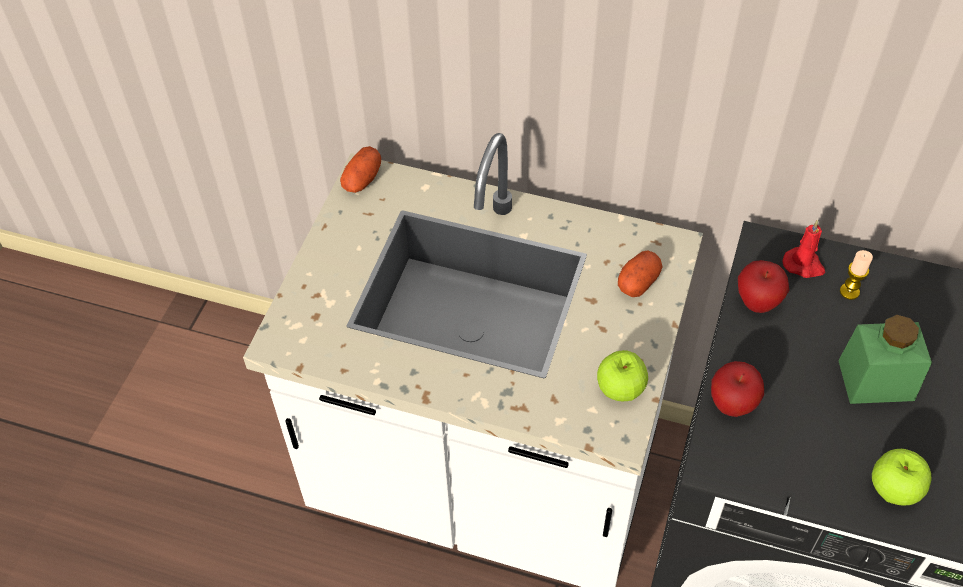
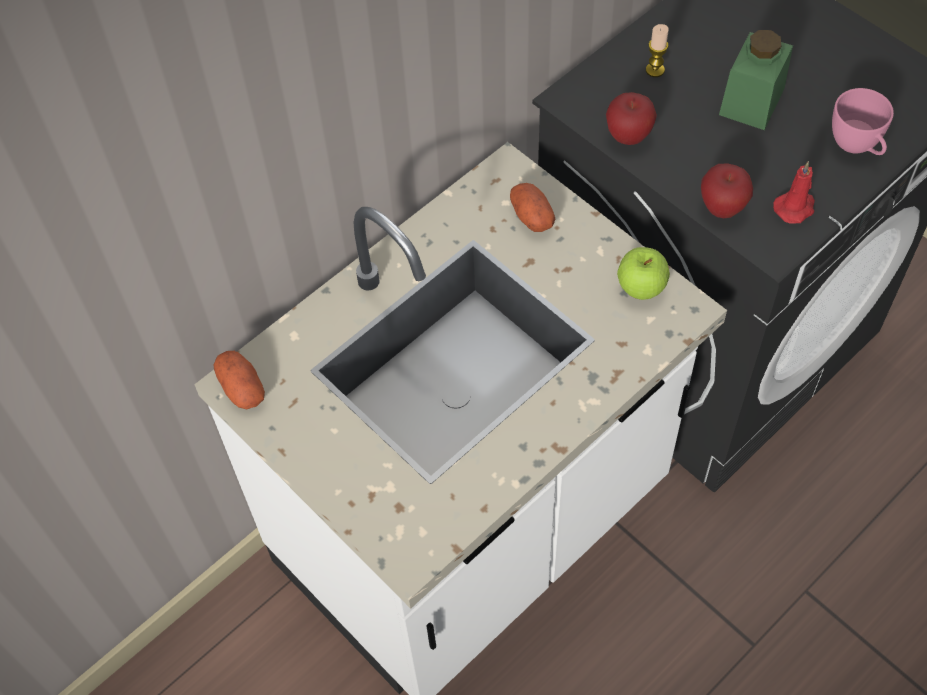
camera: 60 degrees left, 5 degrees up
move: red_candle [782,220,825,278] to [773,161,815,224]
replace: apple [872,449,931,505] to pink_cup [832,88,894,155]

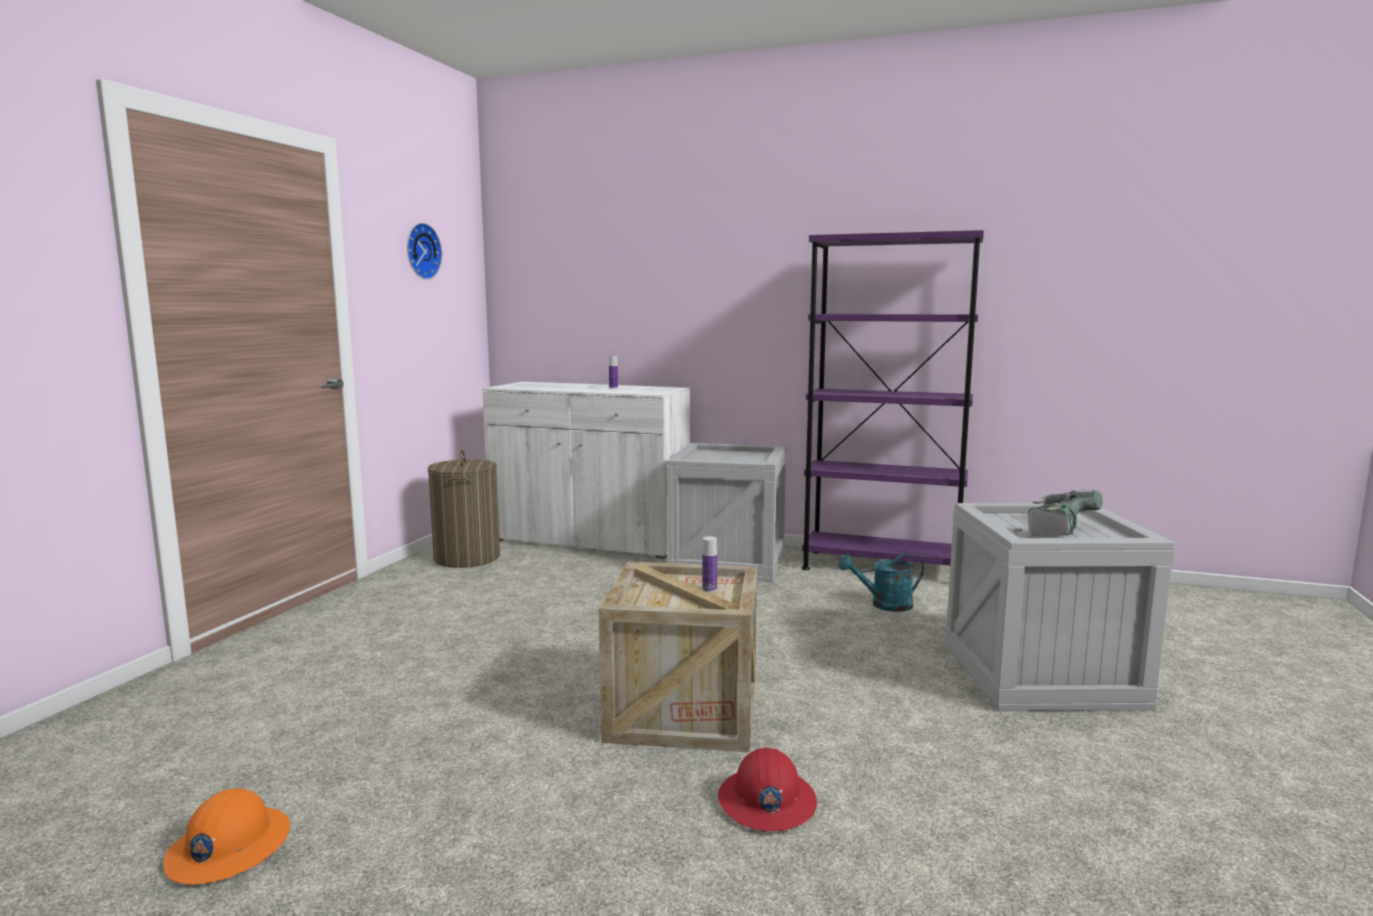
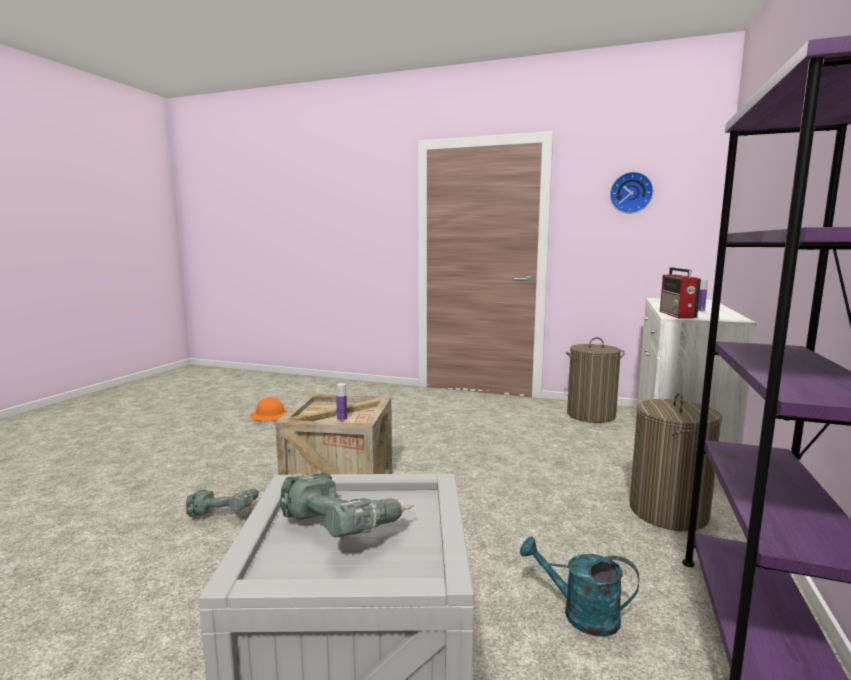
camera: 90 degrees right, 0 degrees up
insert: radio [660,267,701,319]
replace: crate [667,443,786,582] to laundry_basket [630,393,722,531]; red_hard_hat [718,747,817,831] to power_drill [186,488,260,517]
rotate: turquoise_watering_can [839,552,924,612] = [520,536,639,637] 60 degrees counterclockwise

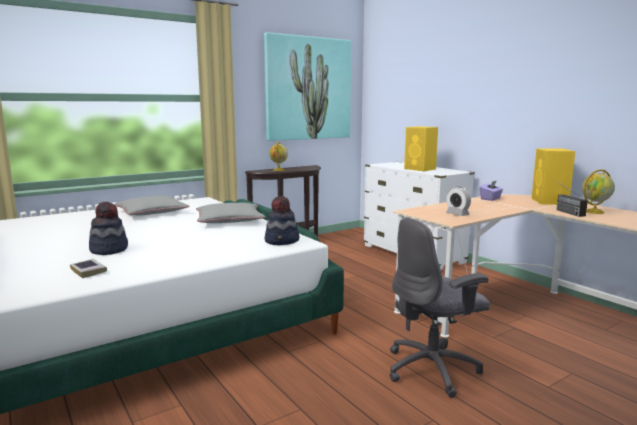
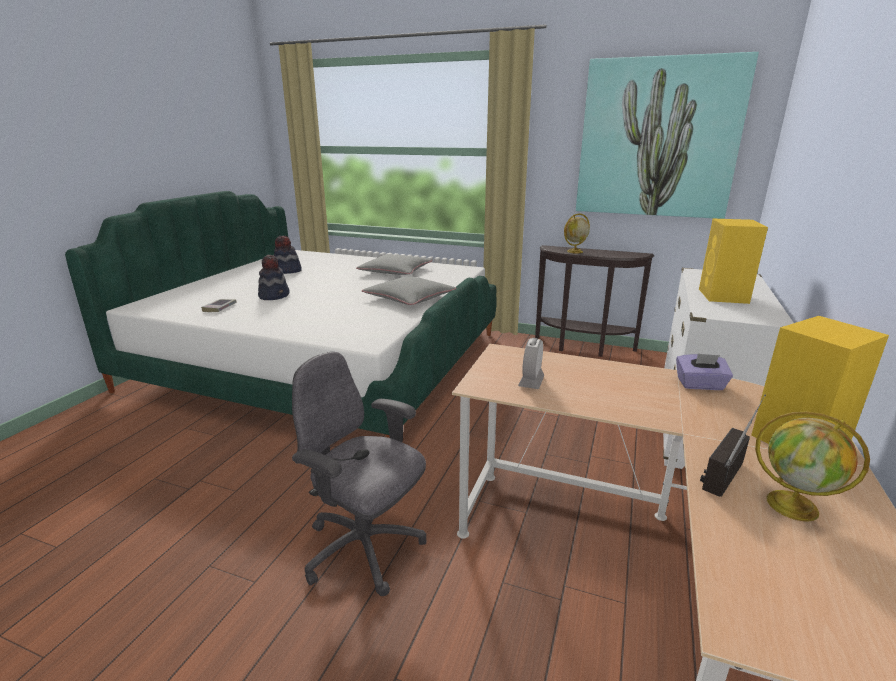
camera: 55 degrees right, 10 degrees up
move: hat [265,196,299,245] to [274,236,302,274]

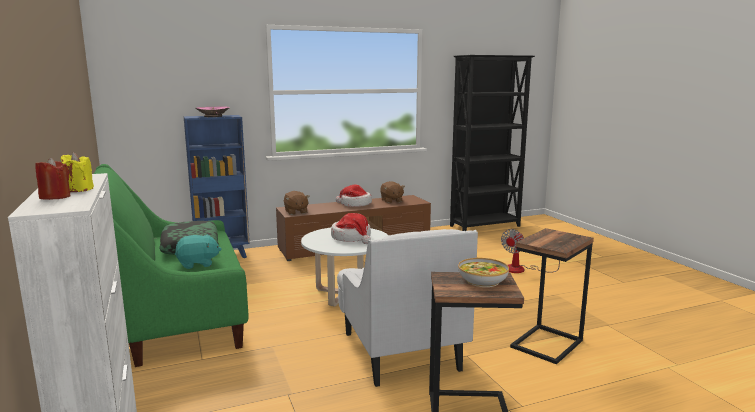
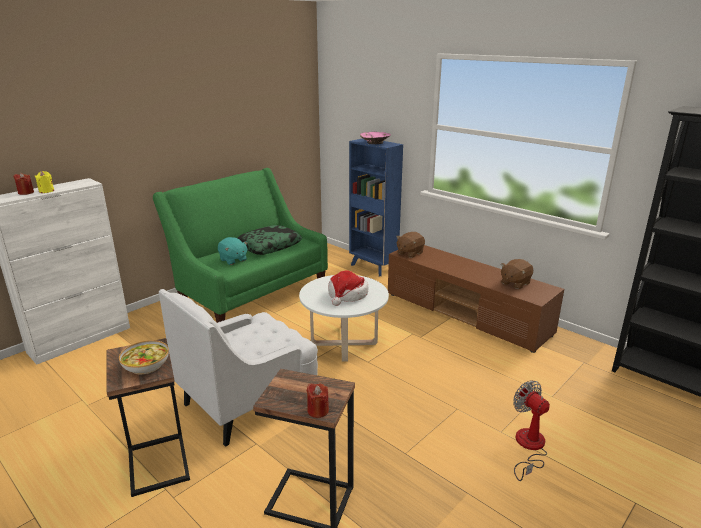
camera: 65 degrees right, 10 degrees up
delete: hat [336,185,372,207]
insert: red_candle [307,383,329,418]
rotate: fan [501,229,560,273] = [513,380,550,481] 45 degrees clockwise

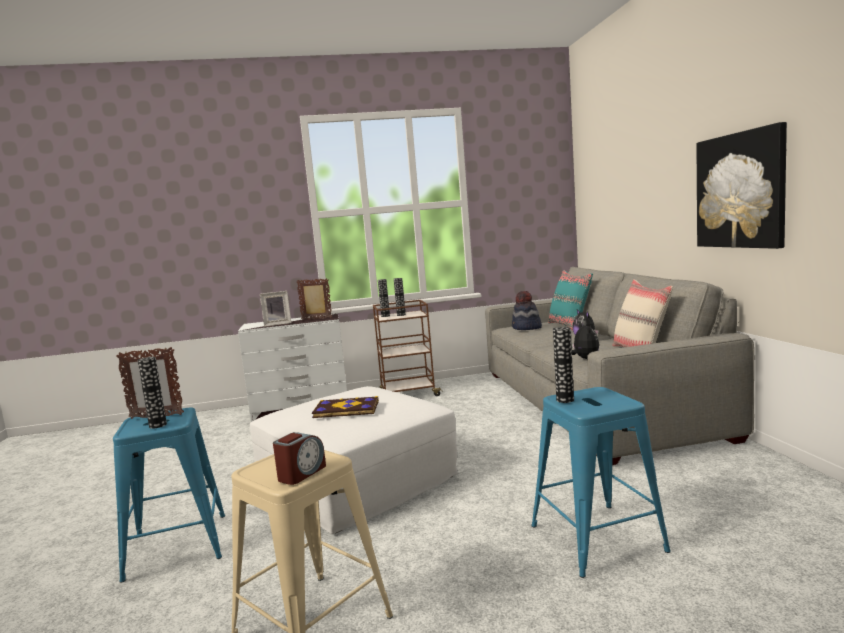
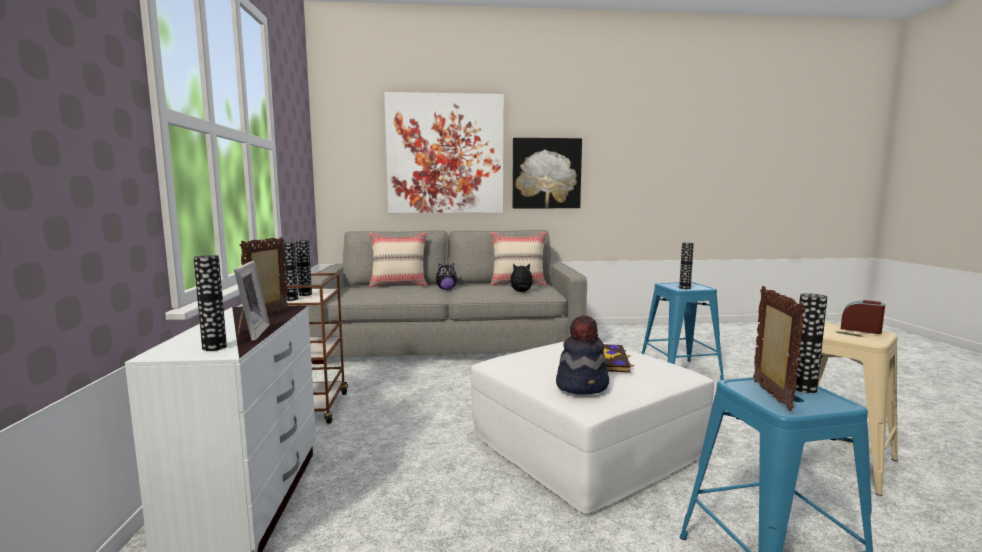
camera: 85 degrees left, 0 degrees up
insert: vase [193,255,227,351]; picture [384,92,504,213]
move: hat [512,291,542,330] to [556,315,609,395]
recolor: turquoise_pillow [548,270,593,331] to beige_pillow [369,232,427,288]

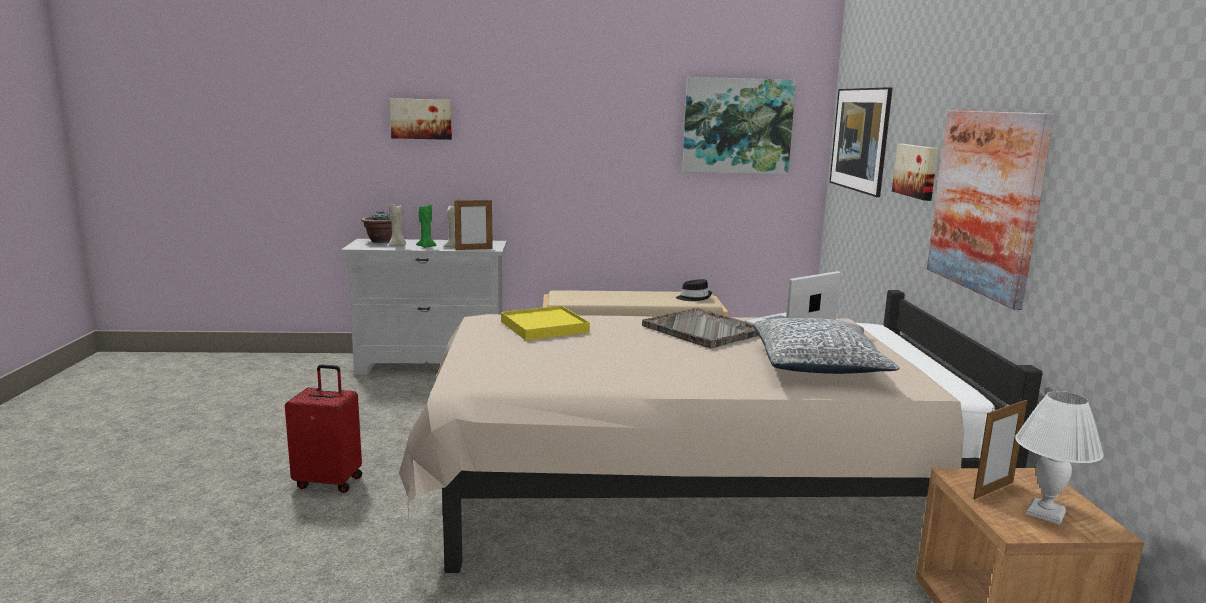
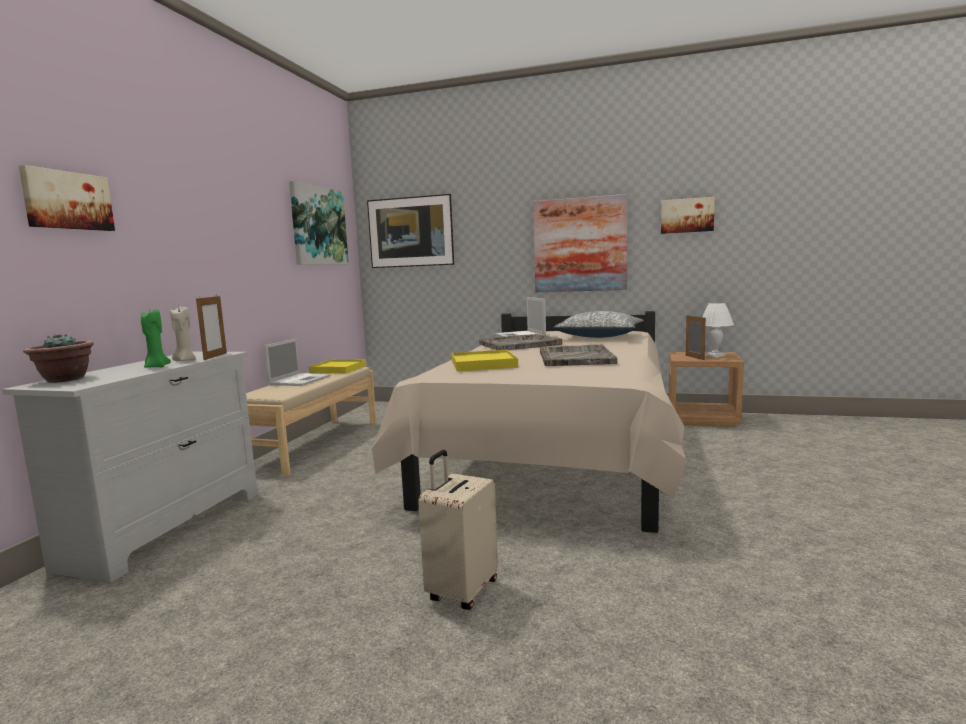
camera: 70 degrees left, 5 degrees down
delete: beige_candle [389,204,406,246]
insert: laptop [264,339,330,386]; grey_tray [540,344,617,366]
move: picture [892,144,938,201] to [661,197,715,234]
replace: black_hat [676,279,712,301] to yellow_tray [309,360,366,373]
recolor: red_suitcase [285,364,362,493] to beige_suitcase [418,450,498,610]

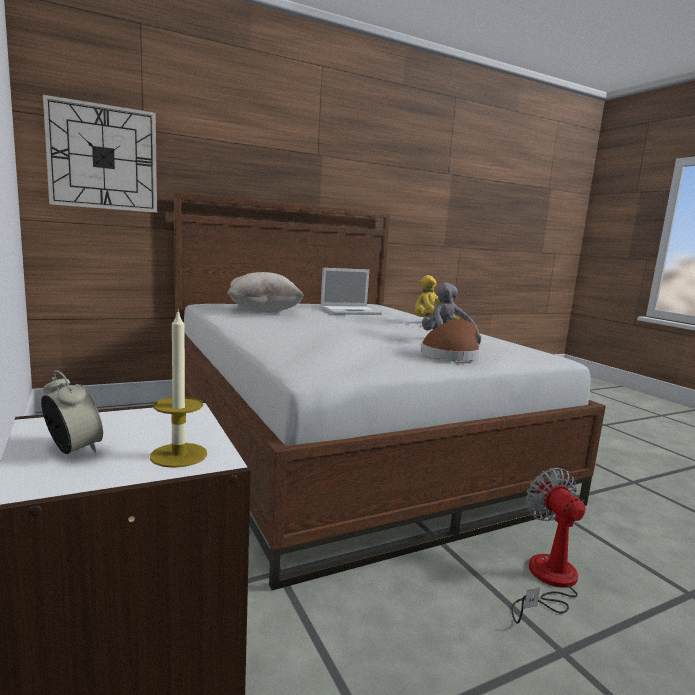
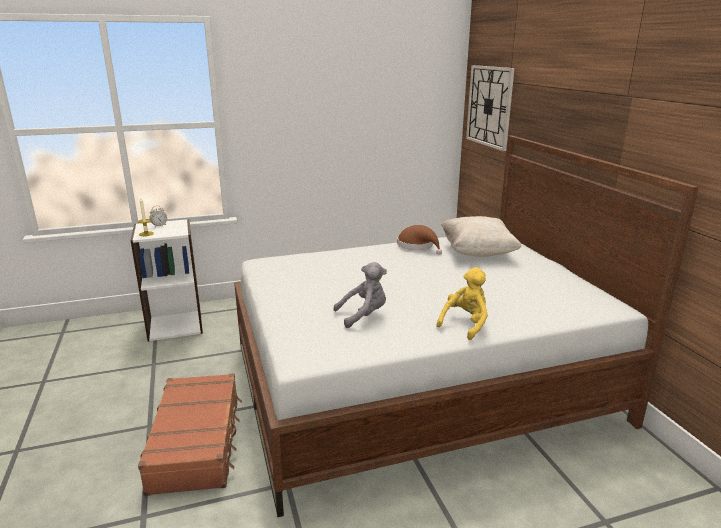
camera: 100 degrees right, 10 degrees up
delete: laptop [321,268,382,315]
move: brown_hat [421,320,480,361] to [397,225,442,255]
replace: fan [511,468,585,624] to brown_suitcase [138,373,242,496]

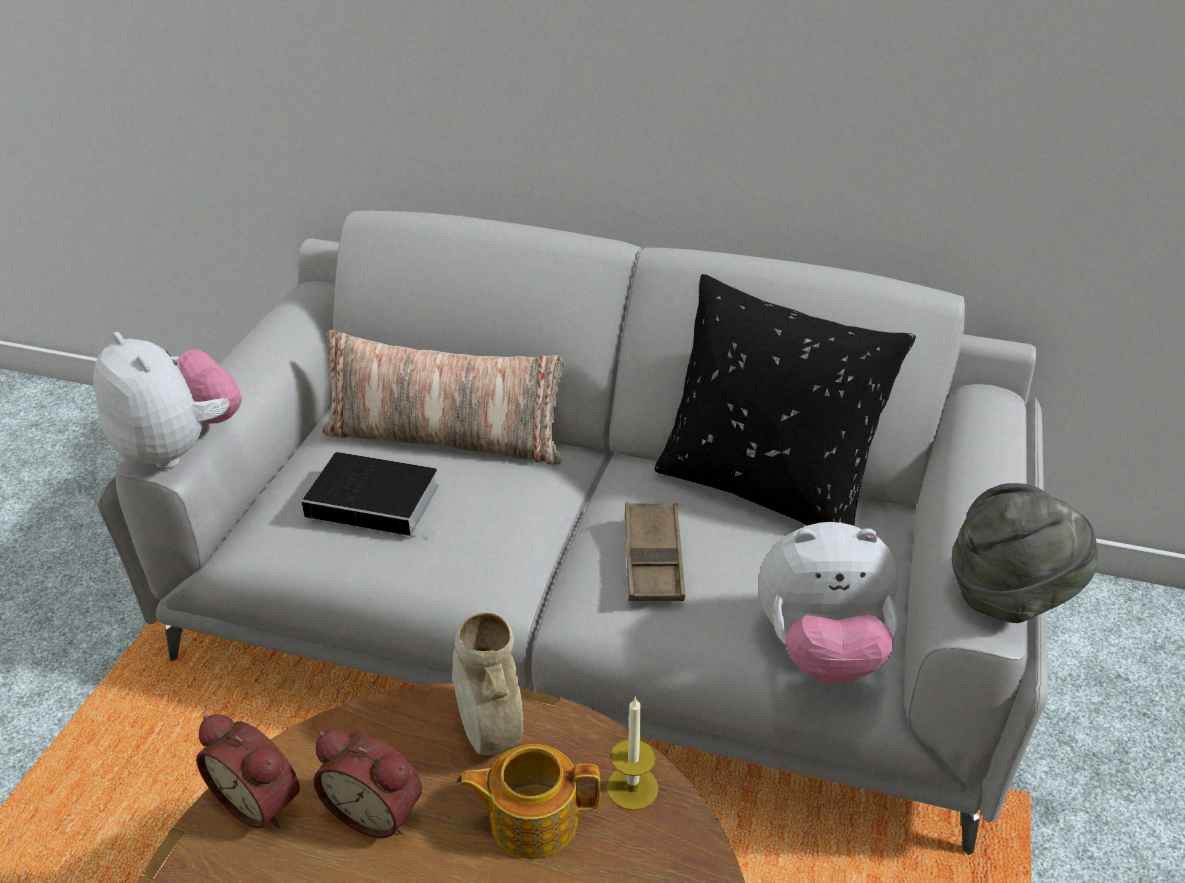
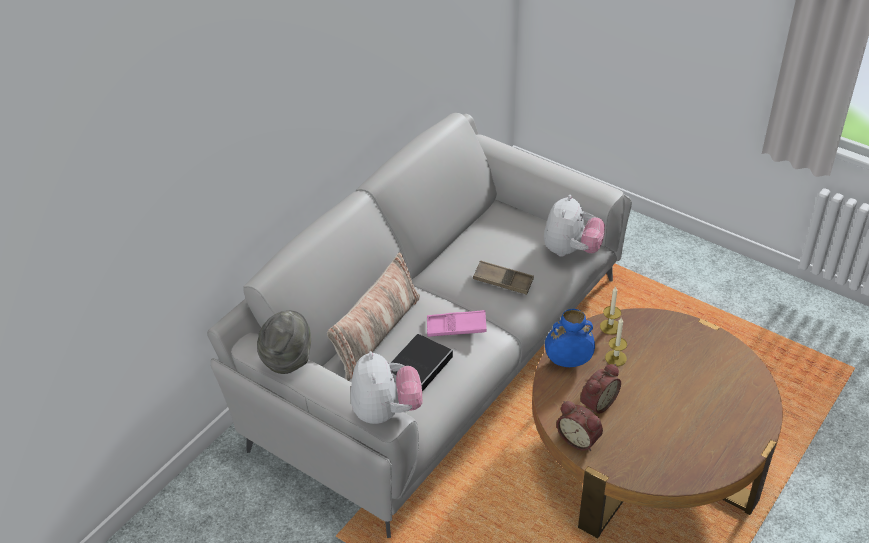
camera: 70 degrees left, 5 degrees up
delete: black_pillow [654,274,916,526]
insert: pink_tray [427,310,487,337]
move: grey_hat [952,483,1098,623] to [257,310,311,374]
replace: teapot [457,744,601,859] to candle [605,317,627,366]
recolor: beige_vase [453,613,523,755] to blue_vase [545,309,595,367]
rotate: plush_toy [93,332,242,469] = [350,351,422,424] 105 degrees clockwise; alarm_clock [196,714,300,829] = [557,401,603,451] 75 degrees clockwise

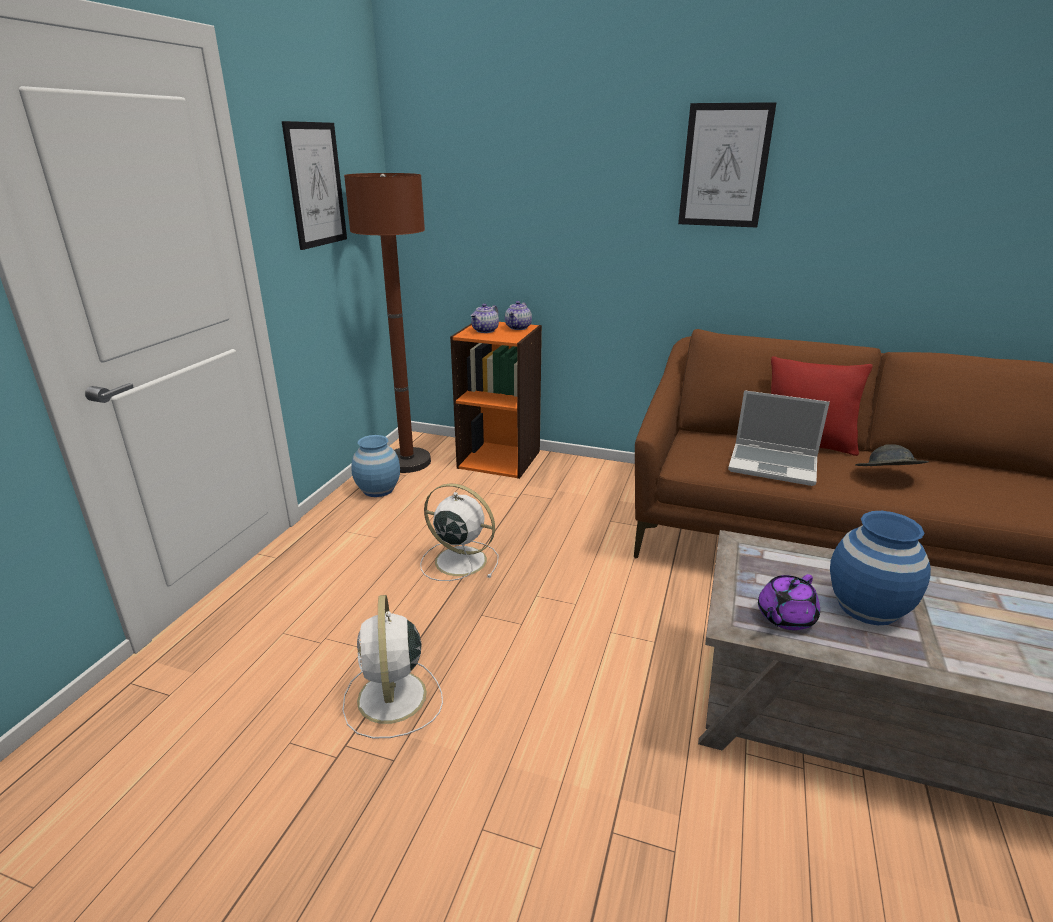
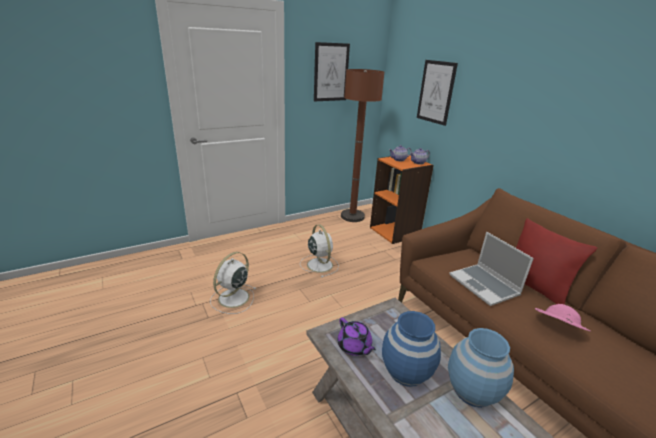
camera: 40 degrees right, 0 degrees up
move: blue_vase [351,435,400,497] to [448,328,514,408]; picture [678,102,777,228] to [417,60,458,126]
recolor: grey_hat [855,444,929,466] to pink_hat [535,304,591,331]
rotate: purple_teapot [758,574,820,630] = [338,318,376,356] 120 degrees counterclockwise

